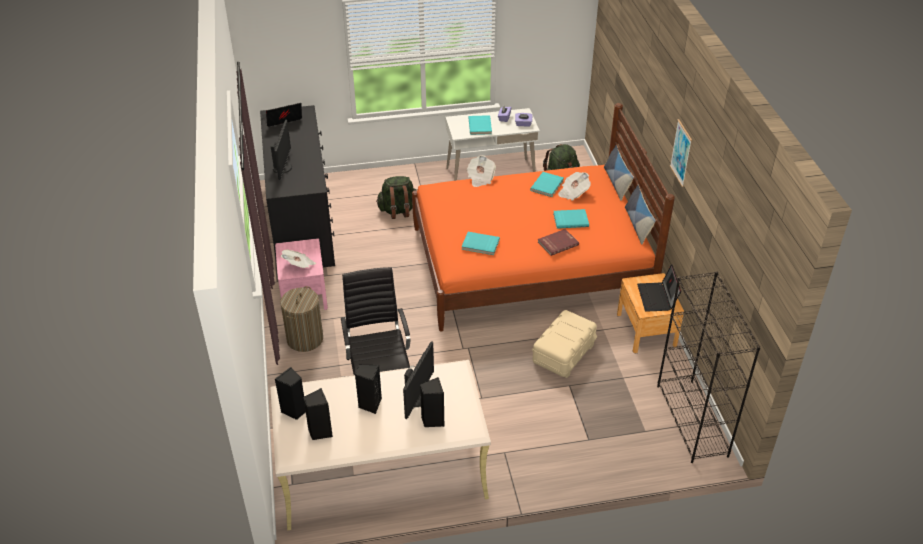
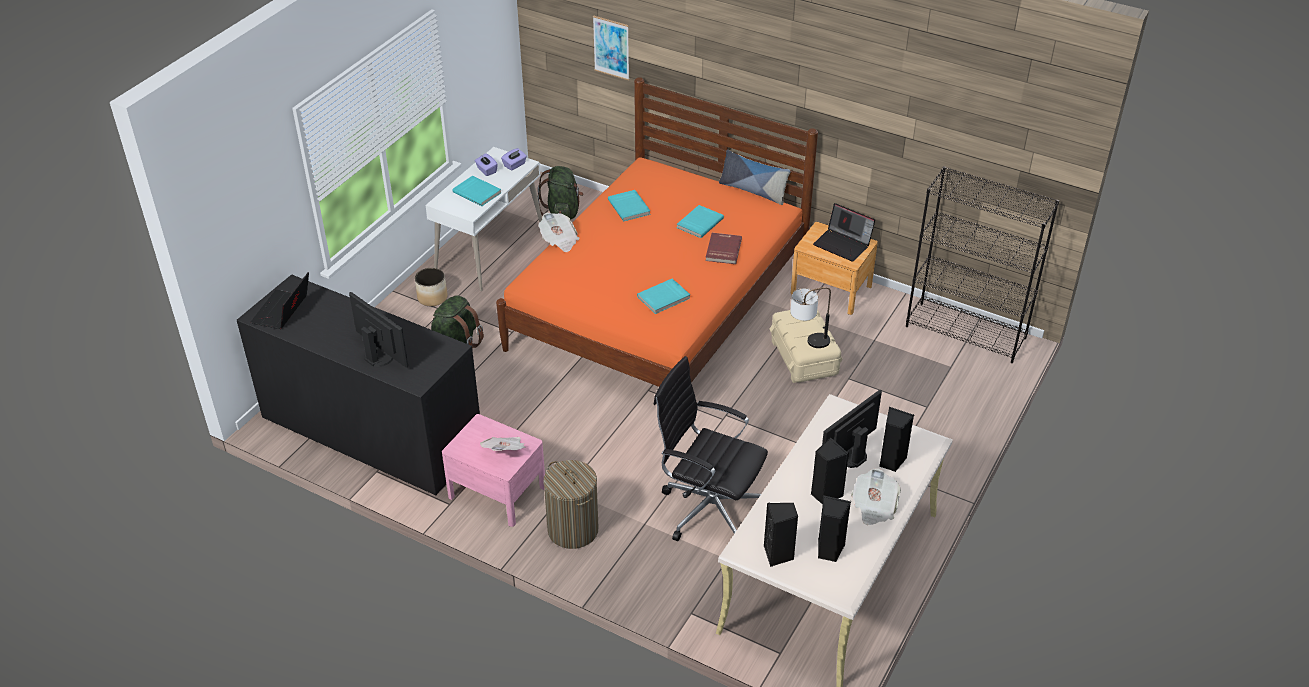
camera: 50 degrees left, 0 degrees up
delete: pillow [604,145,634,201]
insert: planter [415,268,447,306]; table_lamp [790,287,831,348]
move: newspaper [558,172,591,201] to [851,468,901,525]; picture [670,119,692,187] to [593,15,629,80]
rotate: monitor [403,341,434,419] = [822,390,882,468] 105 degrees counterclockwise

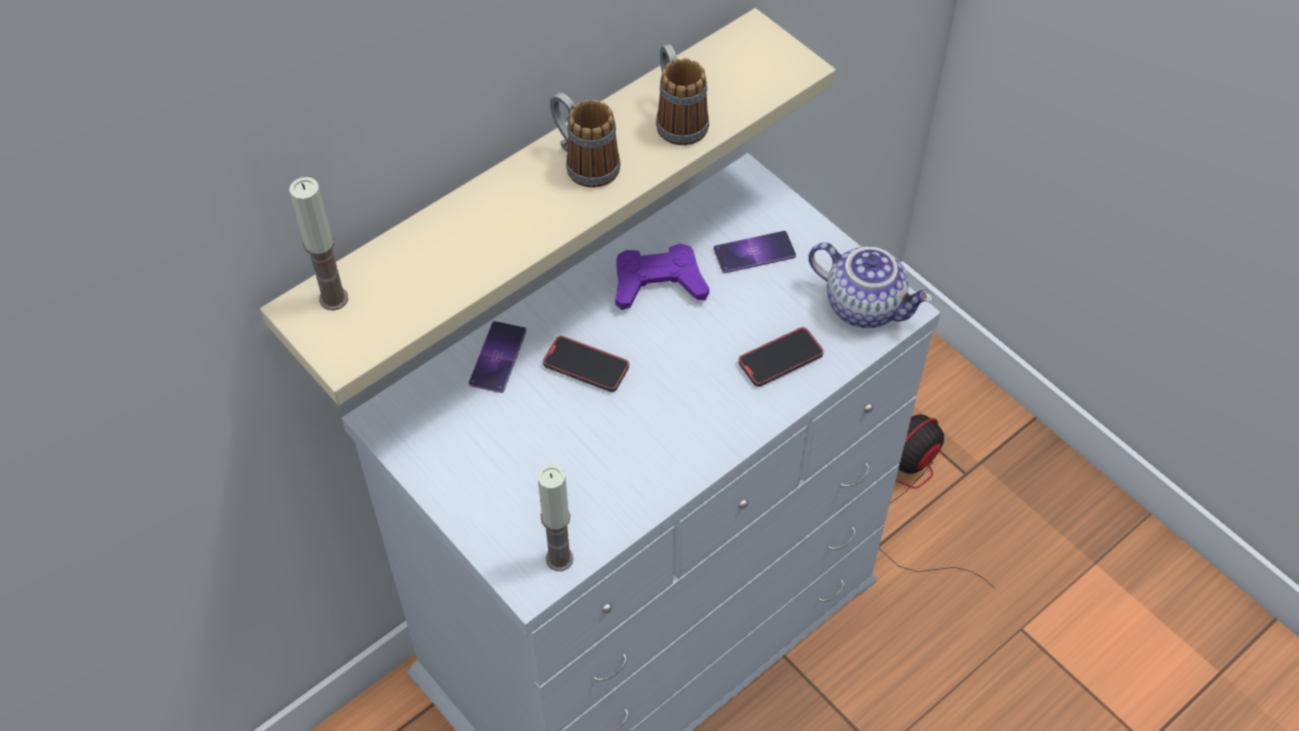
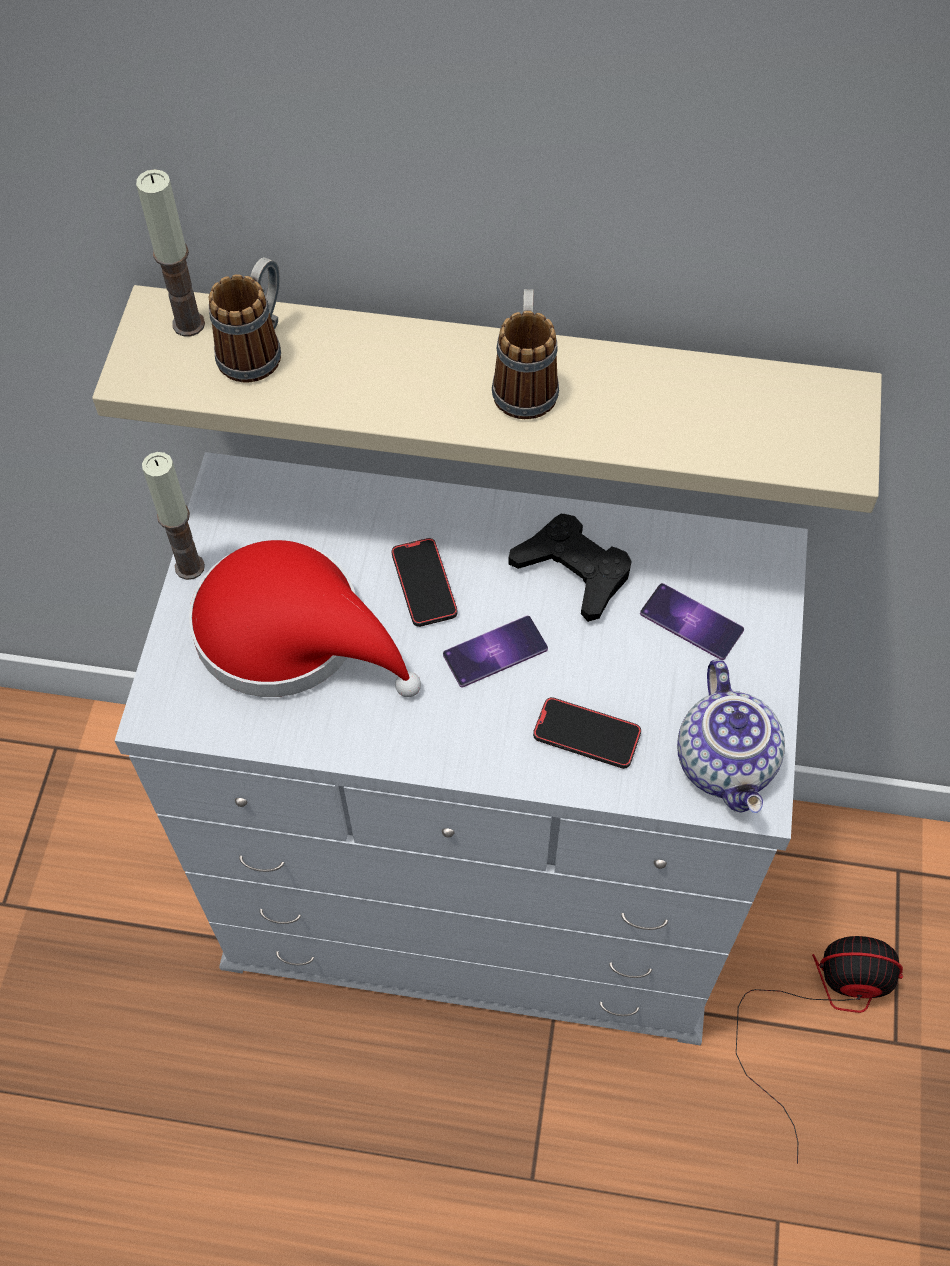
camera: 50 degrees right, 5 degrees up
insert: red_hat [189,540,421,697]
move: phone [469,321,527,393] to [443,616,548,687]; candle [538,464,574,571] to [142,452,205,580]; mug [656,44,709,145] to [209,257,281,383]
recolor: purple_game_controller [615,244,709,310] to black_game_controller [508,514,632,622]

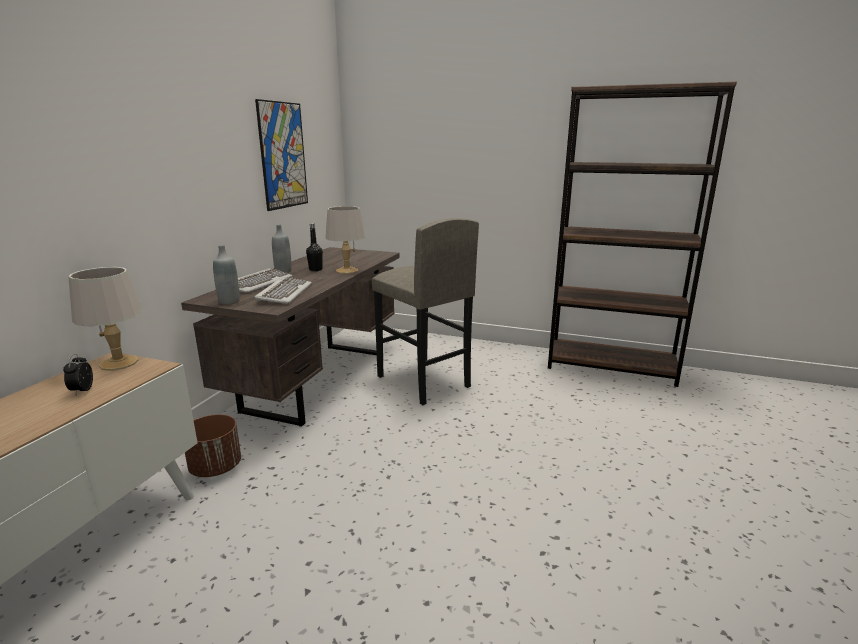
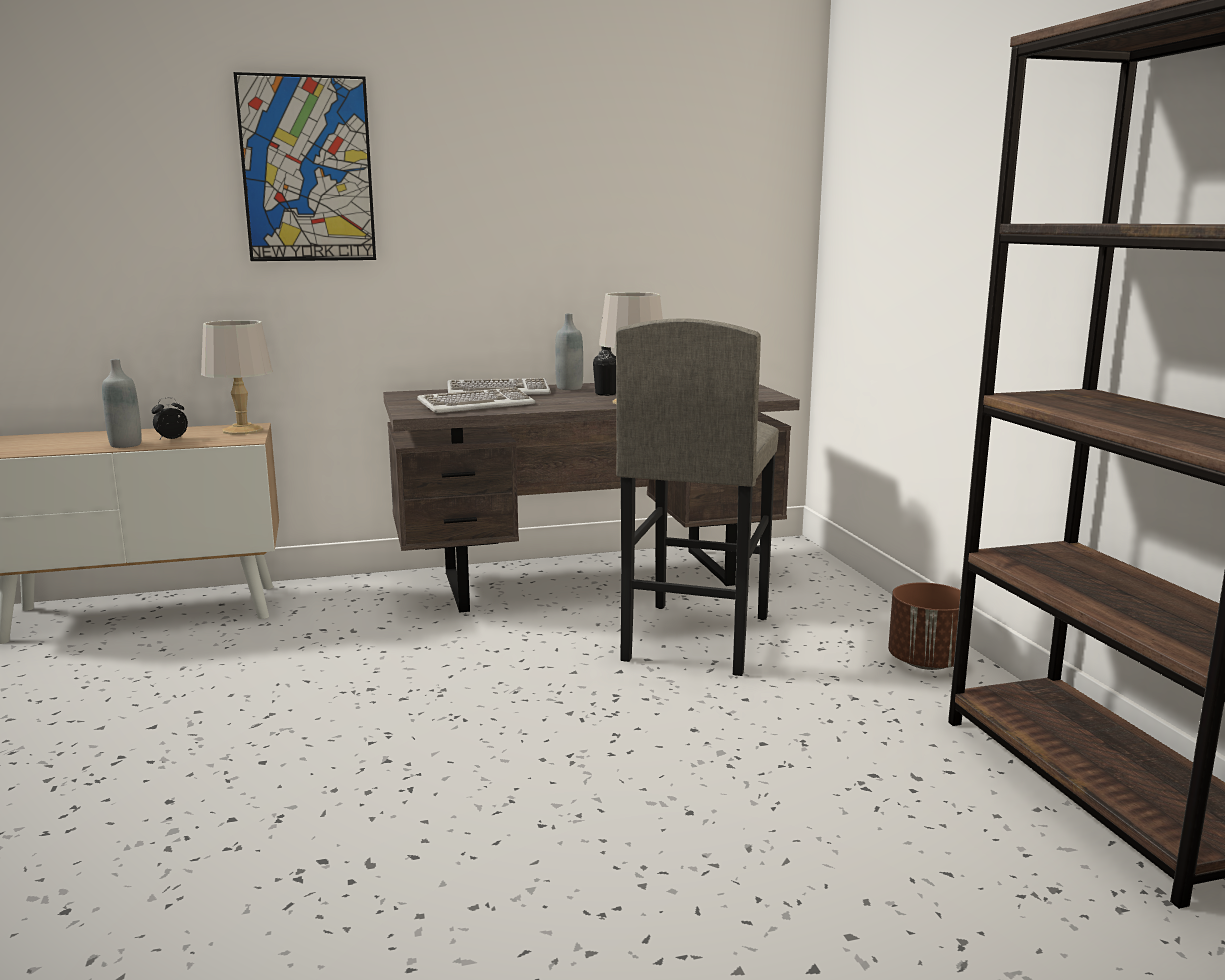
camera: 55 degrees right, 5 degrees down
move: brown_planter [185,414,241,477] to [888,583,961,670]; grey_bottle [213,245,240,305] to [102,359,142,448]; picture [255,99,308,211] to [233,72,376,261]

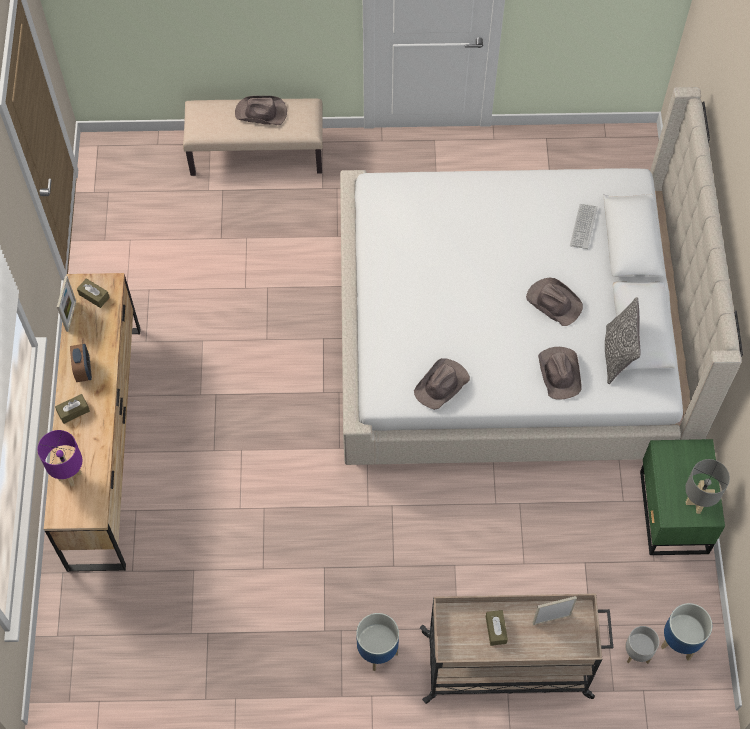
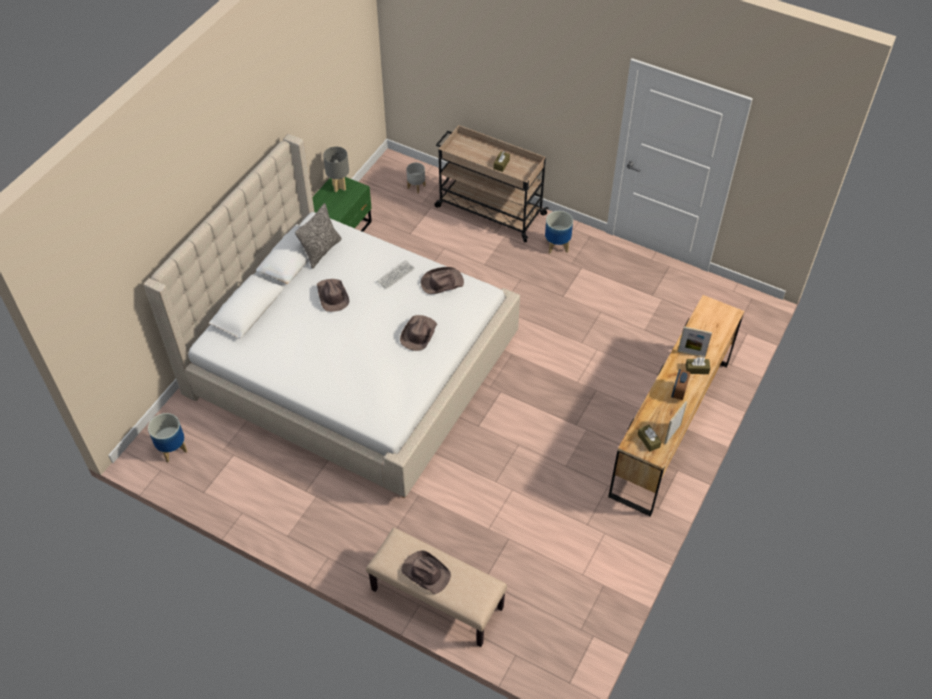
camera: 150 degrees left, 10 degrees down
delete: purple_table_lamp [38,430,82,487]
move: picture_frame [533,596,577,625] to [678,326,712,357]; brown_hat [538,347,581,400] to [400,315,437,351]; keyboard [570,204,598,249] to [377,260,415,289]; planter [661,603,712,661] to [148,413,187,462]

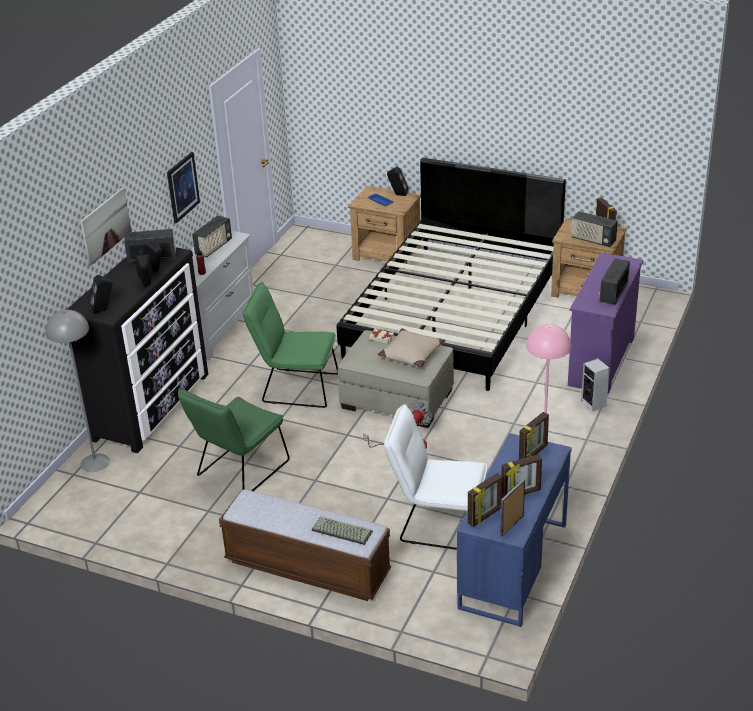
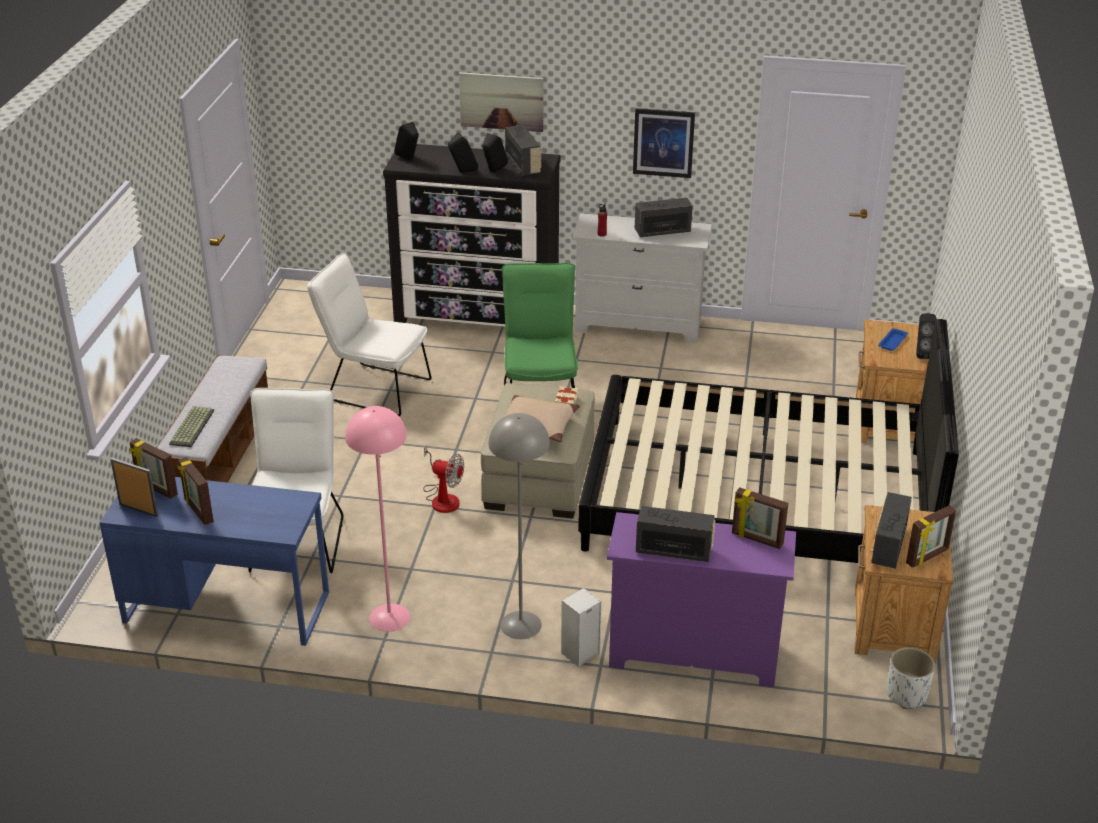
camera: 75 degrees right, 0 degrees up
insert: white_planter [887,647,935,709]
move: grey_floor_lamp [46,310,110,472] to [489,413,550,639]; picture_frame [519,412,549,460] to [732,487,788,549]
recolor: green_chair [178,388,290,491] to white_chair [307,253,431,416]
rotate: radio [192,215,232,257] = [635,198,693,237] 150 degrees clockwise

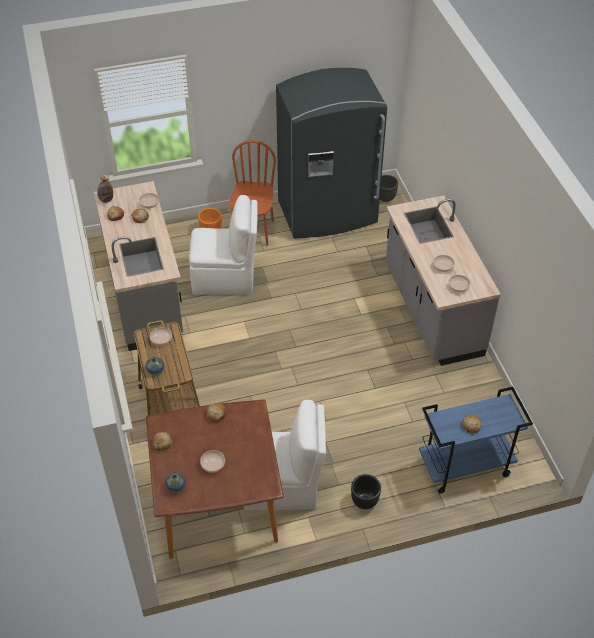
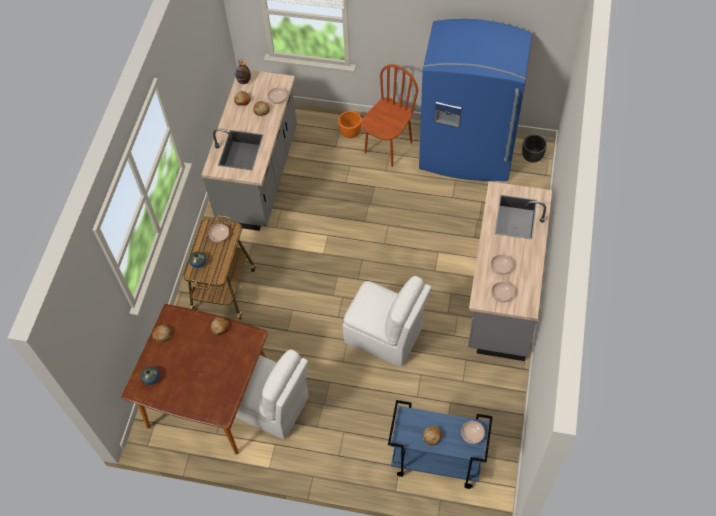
camera: 30 degrees right, 10 degrees up
delete: black_planter [351,474,381,509]
move: white_chair [189,195,257,295] to [343,276,432,367]; bowl [200,450,225,473] to [461,421,485,444]
recolor: grey_fridge [276,68,387,239] to blue_fridge [419,19,532,181]

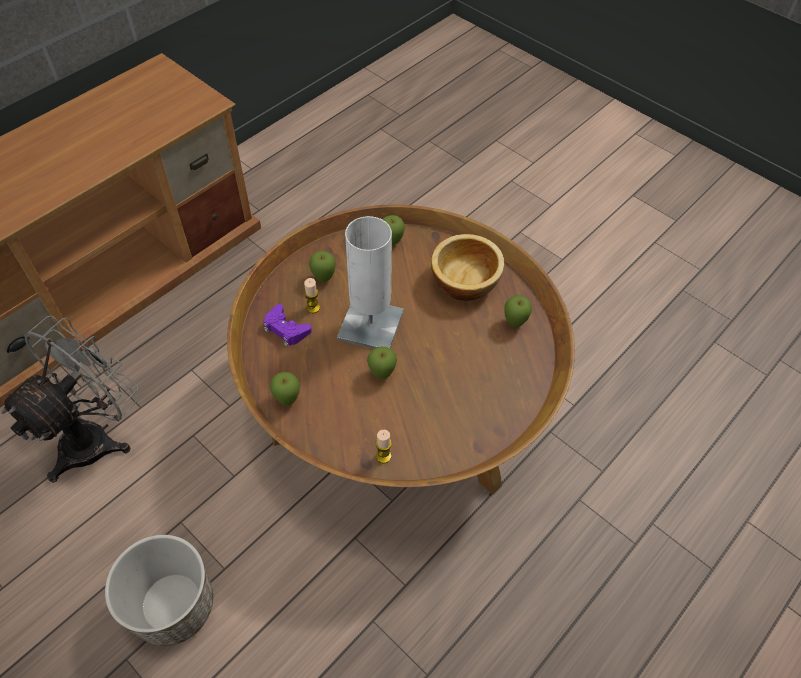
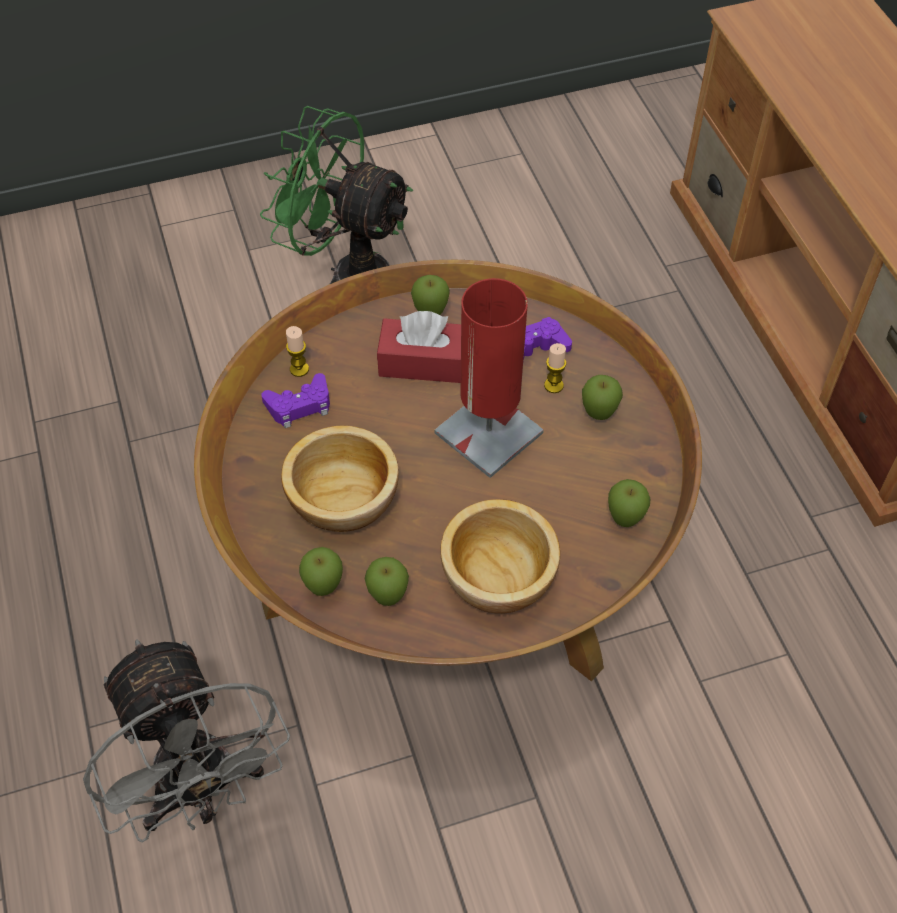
camera: 120 degrees right, 0 degrees up
insert: purple_game_controller [261,373,330,428]; bowl [281,426,399,532]; red_tissue_box [377,311,461,383]
move: grey_fan [1,316,138,483] to [83,639,290,843]; apple [367,347,397,379] to [299,547,343,596]
replace: planter [105,535,213,646] to green_fan [260,106,413,284]
recolor: white_table_lamp [337,216,404,349] to red_table_lamp [434,278,544,478]

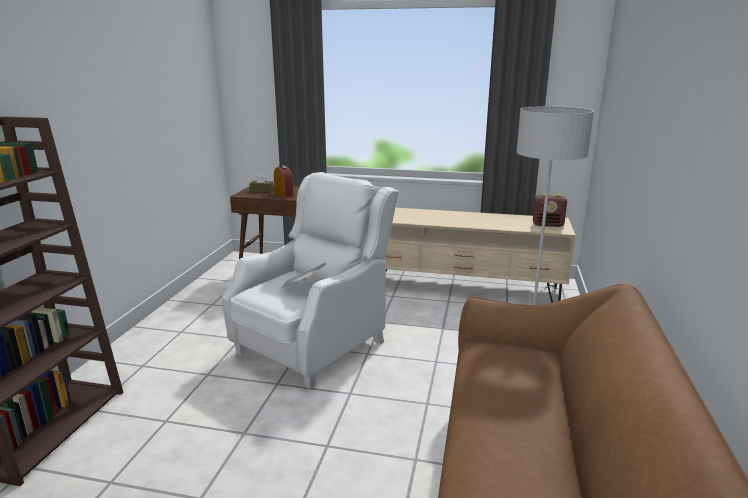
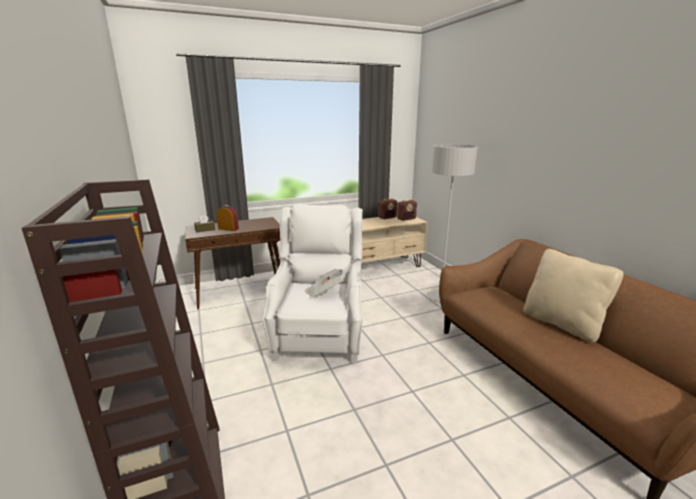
camera: 35 degrees left, 0 degrees up
insert: radio [379,198,397,219]; beige_pillow [523,249,623,343]

